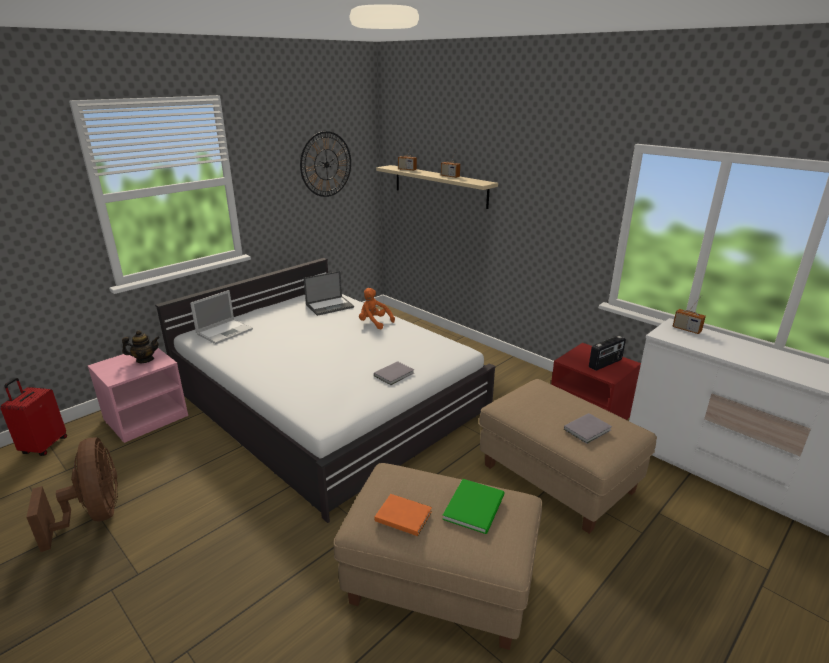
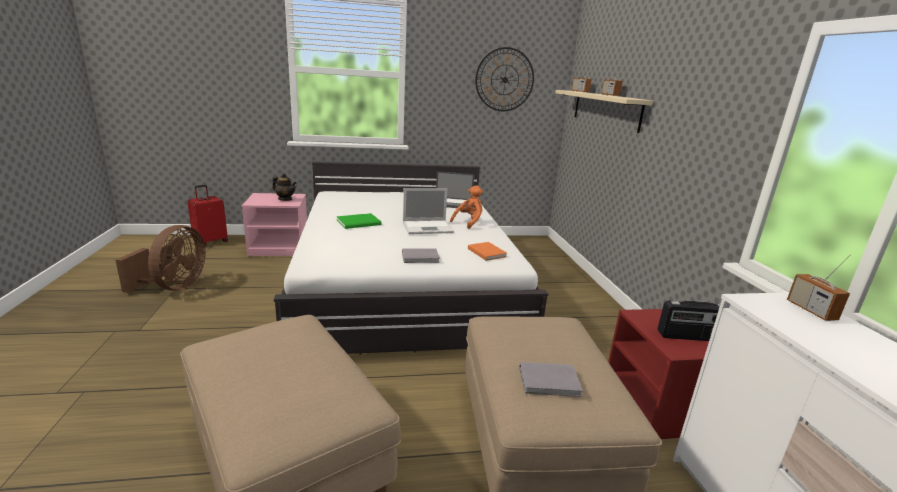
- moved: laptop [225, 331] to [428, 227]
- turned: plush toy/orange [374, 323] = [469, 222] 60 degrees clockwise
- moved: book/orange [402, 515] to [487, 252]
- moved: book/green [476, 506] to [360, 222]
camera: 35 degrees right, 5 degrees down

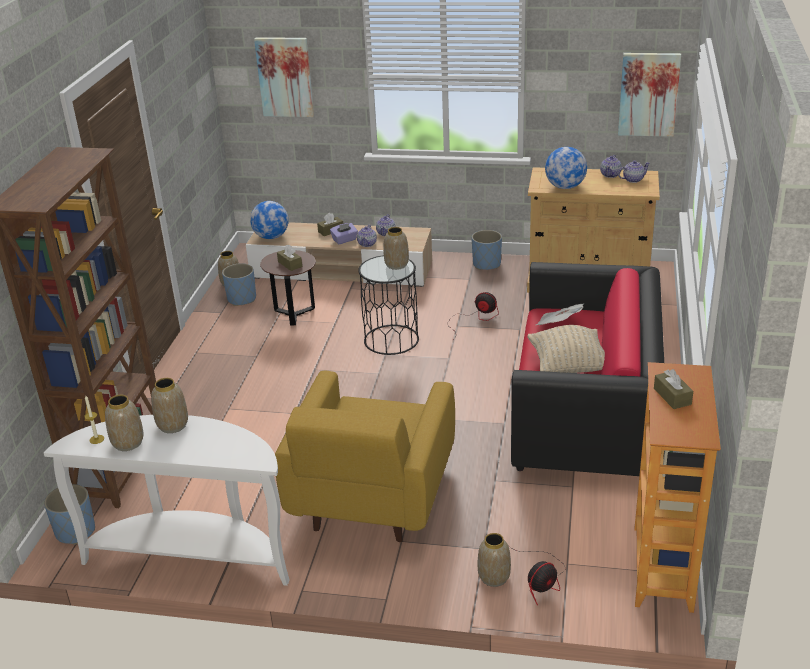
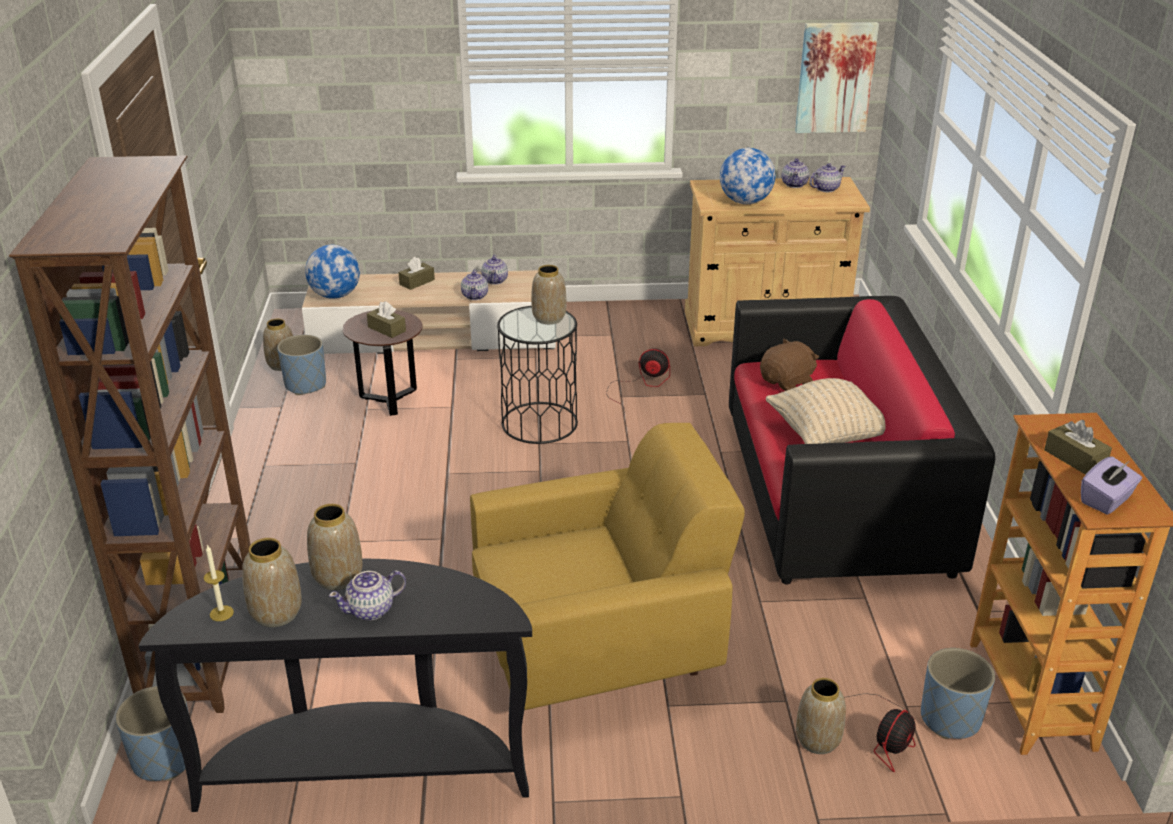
- recoloured: console table/white [193, 554] to console table/black [366, 769]
- removed: picture [285, 77]
- turned: armchair/yellow [371, 497] = [599, 646] 105 degrees counterclockwise
- moved: tissue box/purple [344, 240] to [1106, 500]
- moved: planter/blue [486, 264] to [950, 719]
- replaced: newspaper [559, 325] to plush toy/brown [787, 382]
- added: teapot [371, 610]
camera: 15 degrees left, 0 degrees up

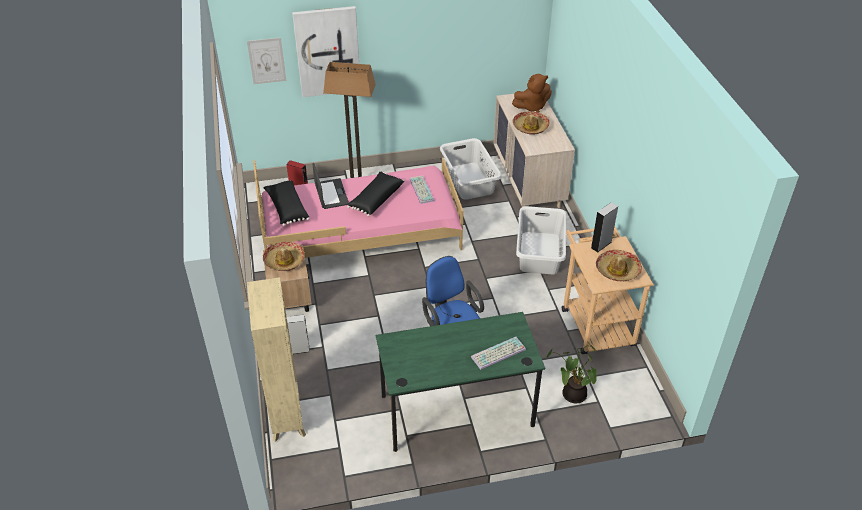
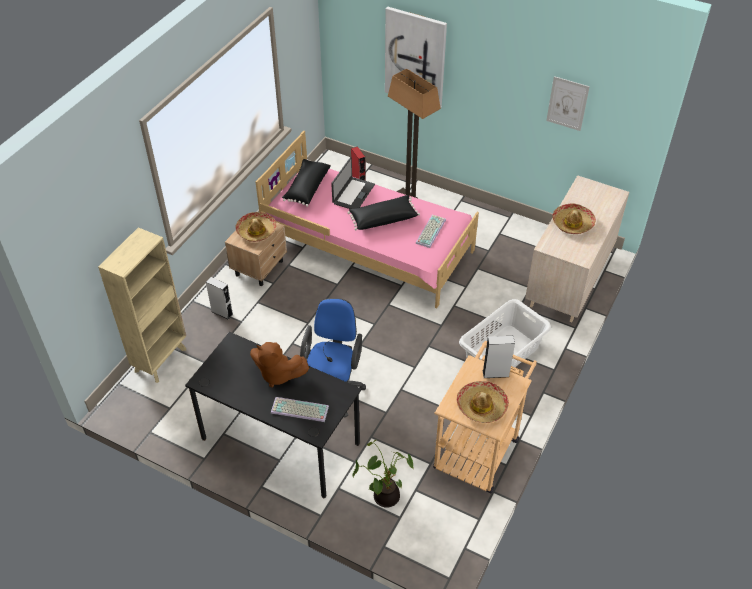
- moved: picture [267, 61] to [567, 103]
- recoloured: desk/green [456, 410] to desk/black [280, 441]
- removed: laundry basket/white [469, 180]
- moved: plush toy/brown [532, 107] to [278, 374]
camera: 40 degrees right, 5 degrees up

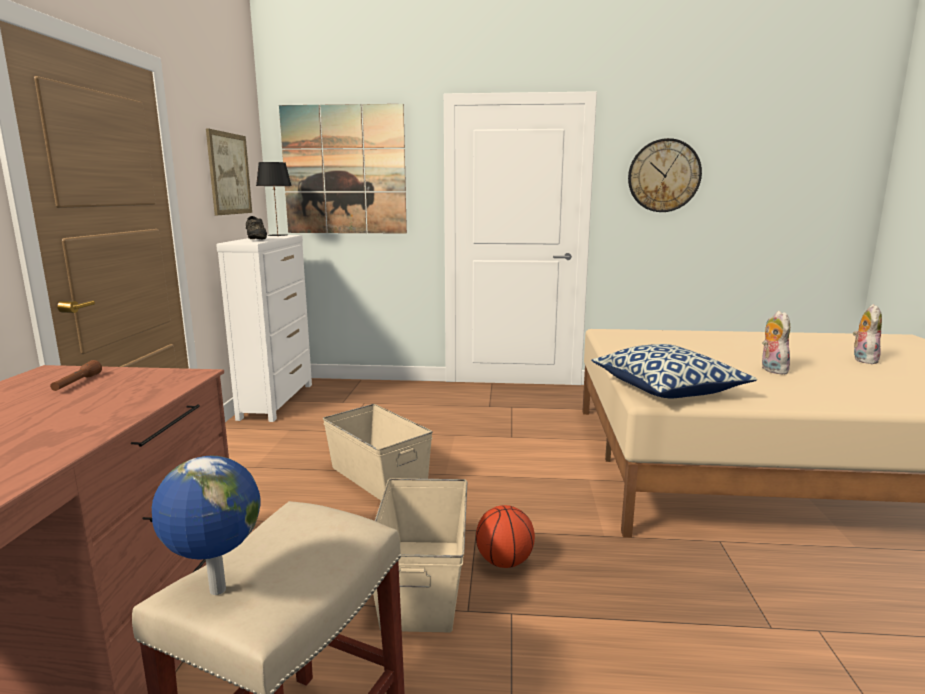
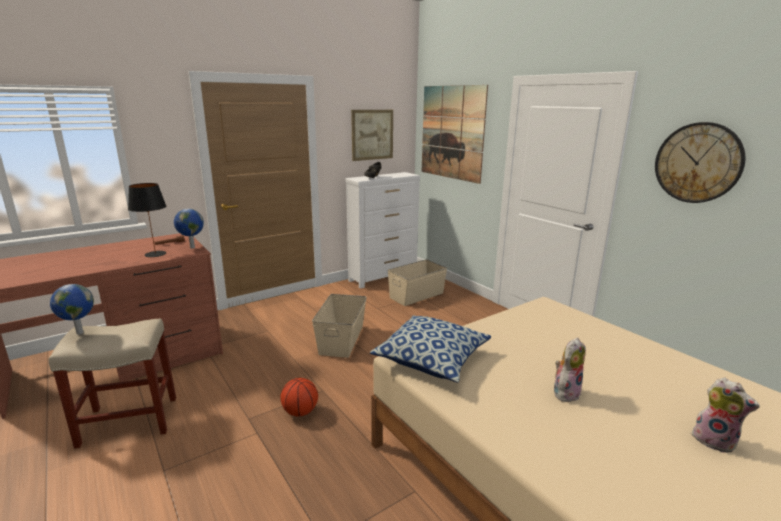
- moved: table lamp/black [277, 235] to [155, 254]
- moved: storage box/beige [424, 581] to [417, 295]
- turned: plush toy [862, 360] = [715, 441] 60 degrees clockwise
- added: globe [191, 247]
camera: 50 degrees right, 5 degrees up

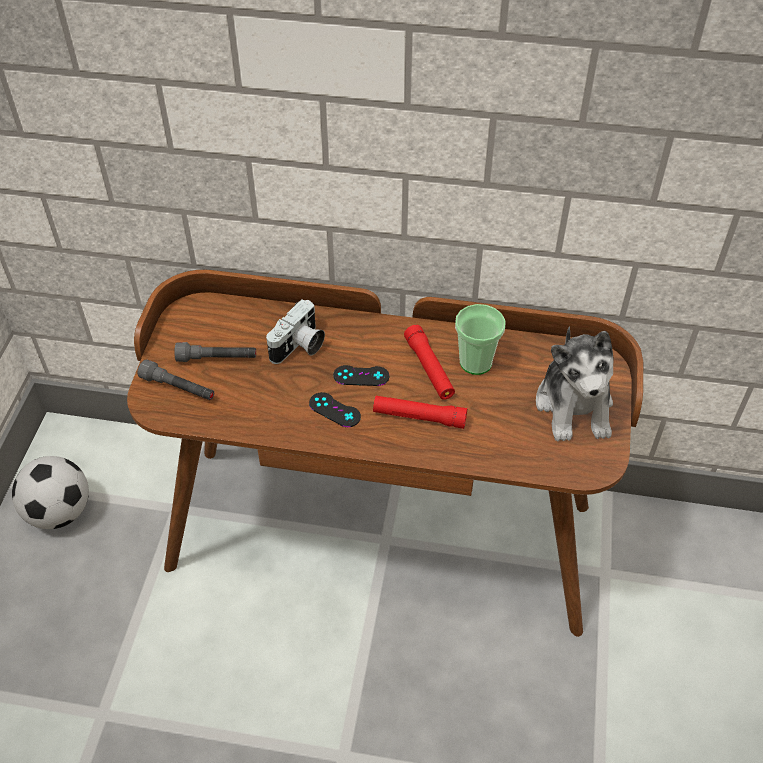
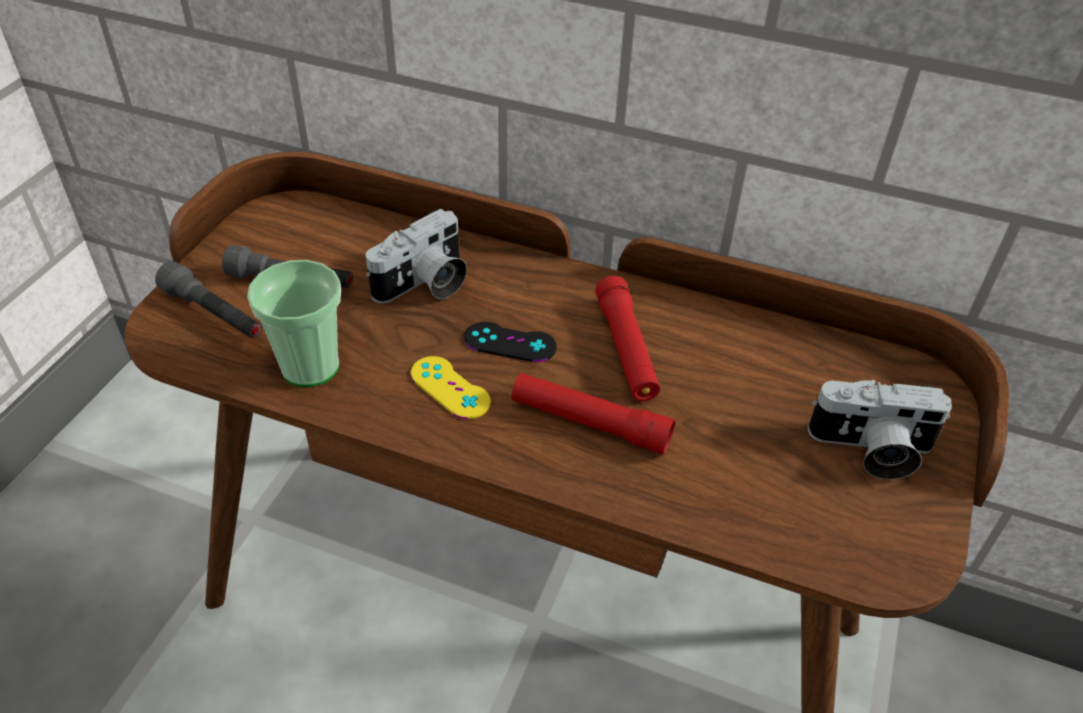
- removed: football [59, 512]
- recoloured: game controller/black [334, 410] to game controller/yellow [450, 388]
- moved: cup [475, 362] to [310, 366]
- replaced: plush toy [574, 406] to photo camera [870, 450]
camera: 10 degrees right, 5 degrees down

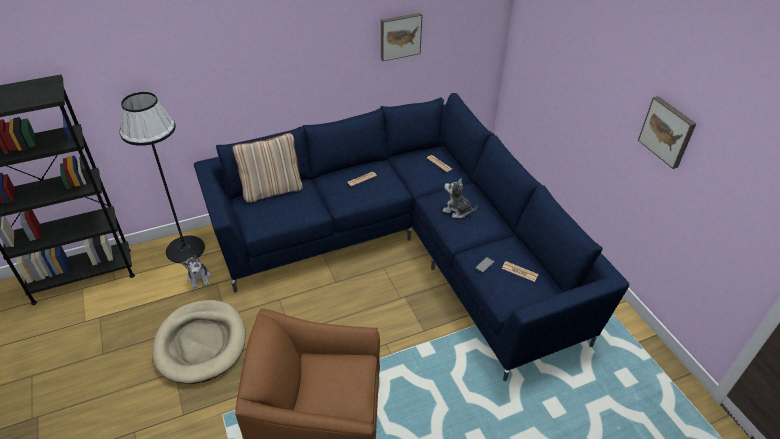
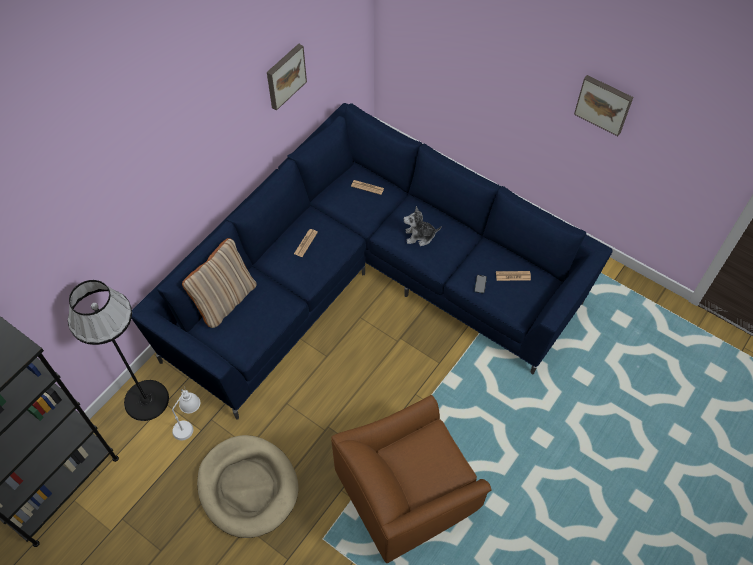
- replaced: plush toy [199, 278] to table lamp/white [189, 423]
camera: 30 degrees left, 15 degrees up

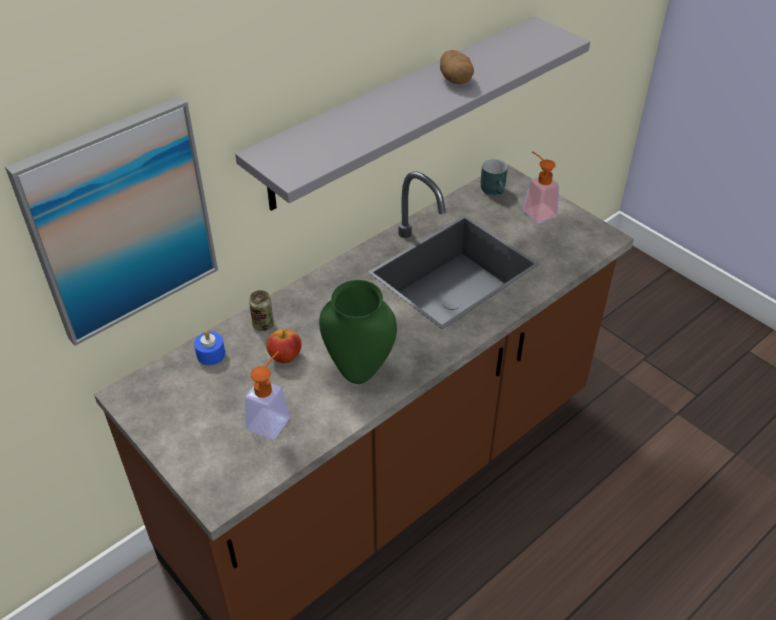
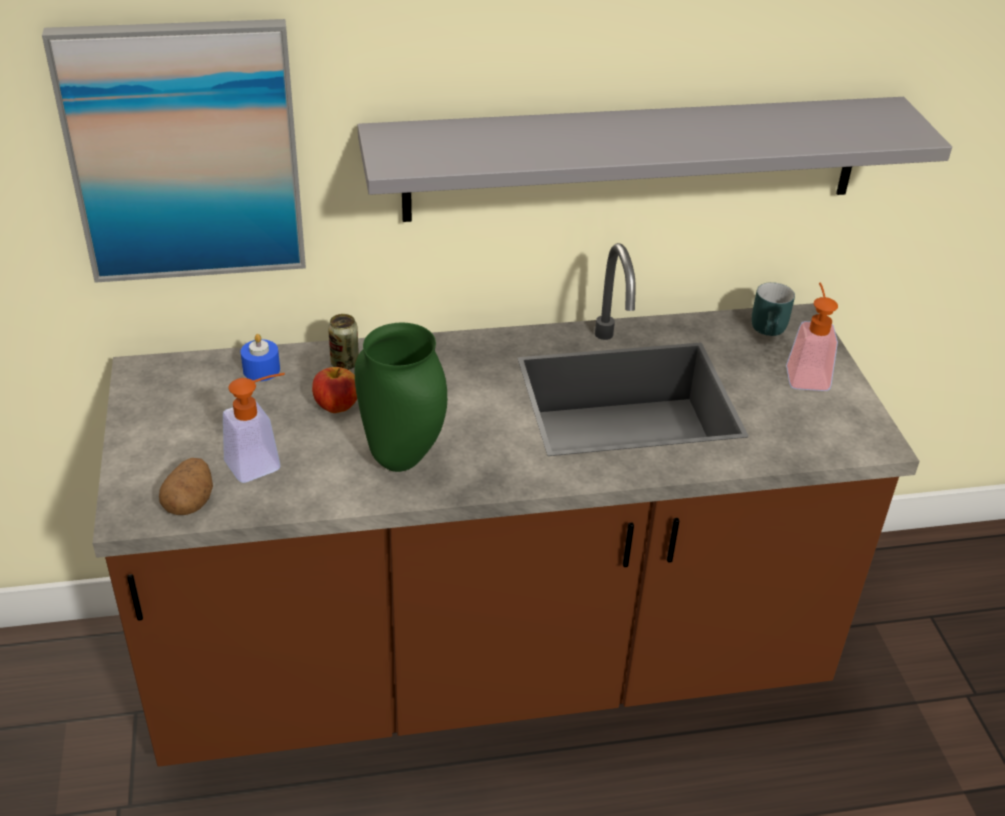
- moved: potato [455, 79] to [190, 502]
camera: 30 degrees right, 5 degrees down

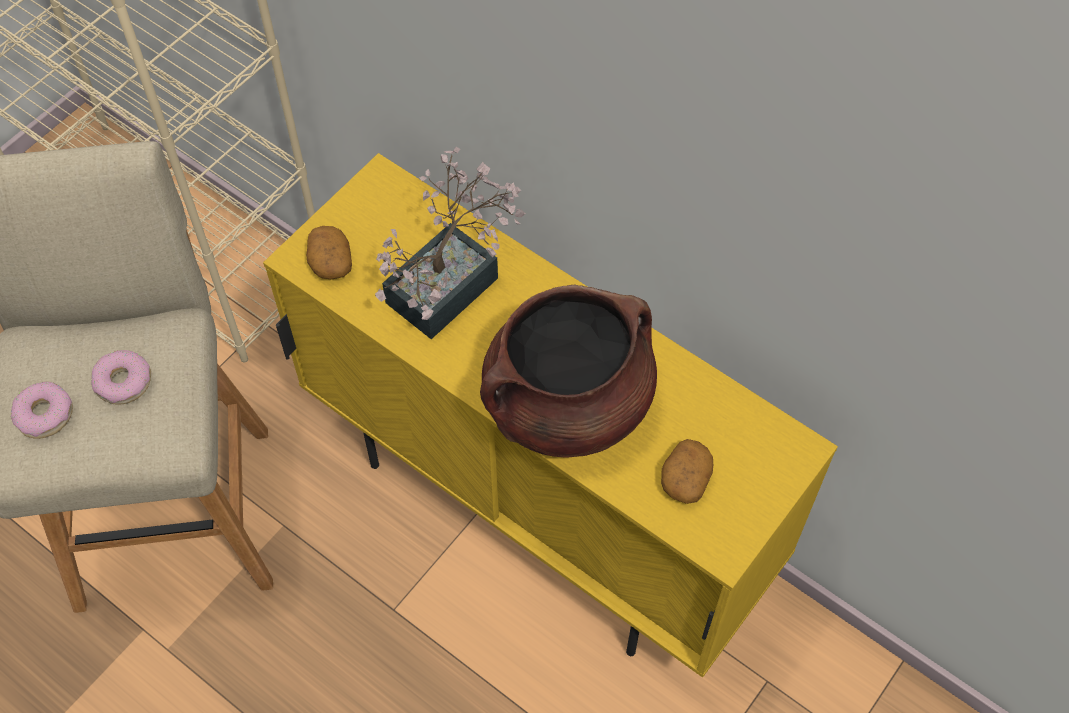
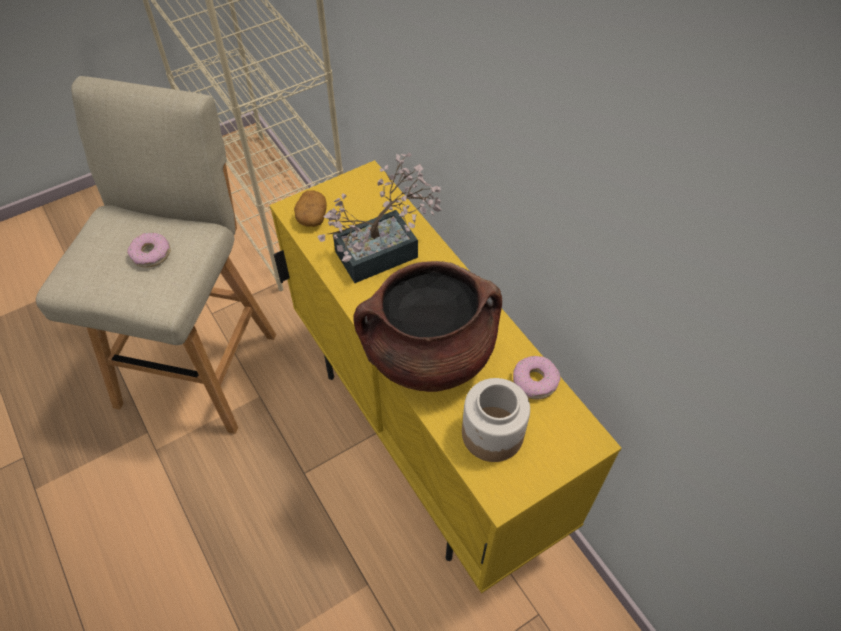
- moved: donut [45, 415] to [535, 381]
- replaced: potato [685, 479] to jar [493, 434]
camera: 20 degrees right, 5 degrees down

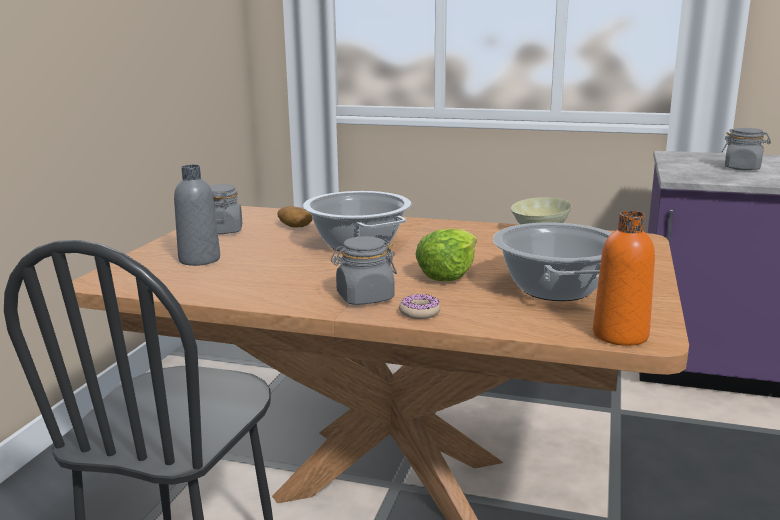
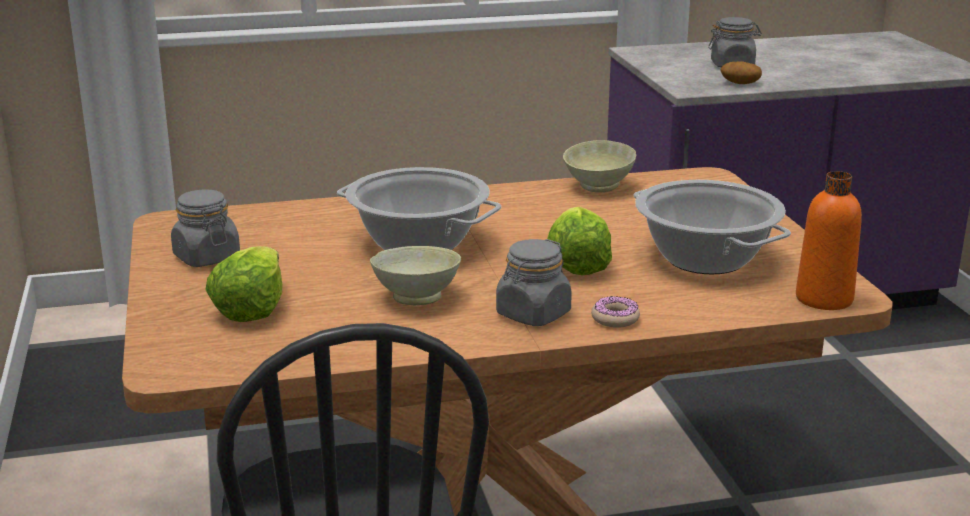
- replaced: bottle/grey [199, 259] to lettuce [250, 308]
- moved: potato [294, 226] to [740, 83]
- added: bowl/beige [418, 297]
camera: 30 degrees left, 5 degrees up

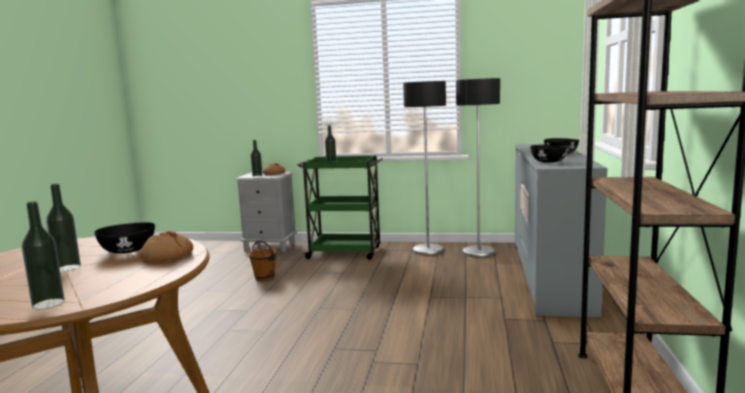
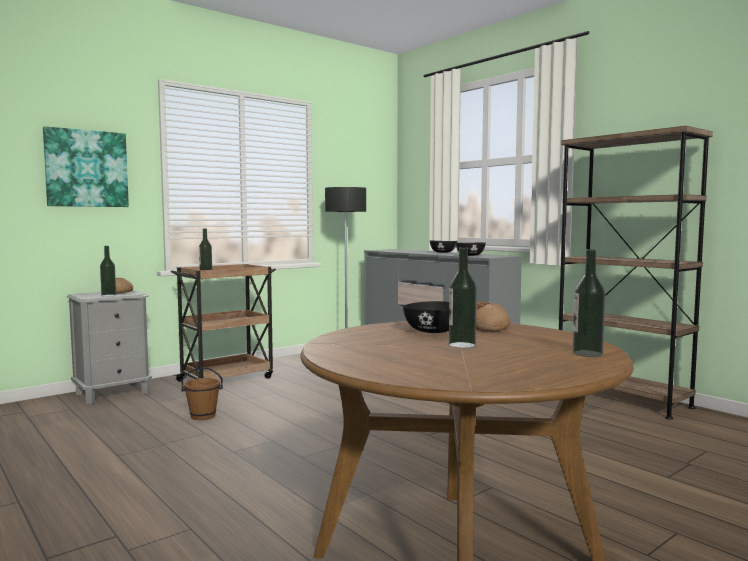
- recoloured: cart/green [345, 253] to cart/brown [227, 379]
- removed: floor lamp [428, 250]
- added: picture [86, 168]
camera: 50 degrees left, 5 degrees down

